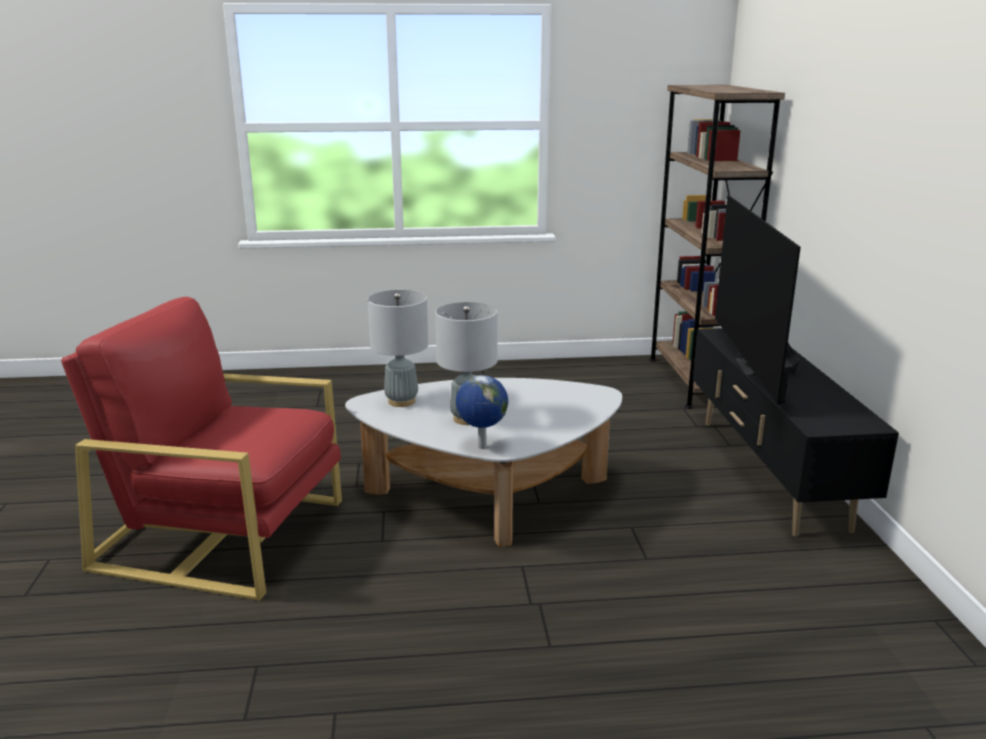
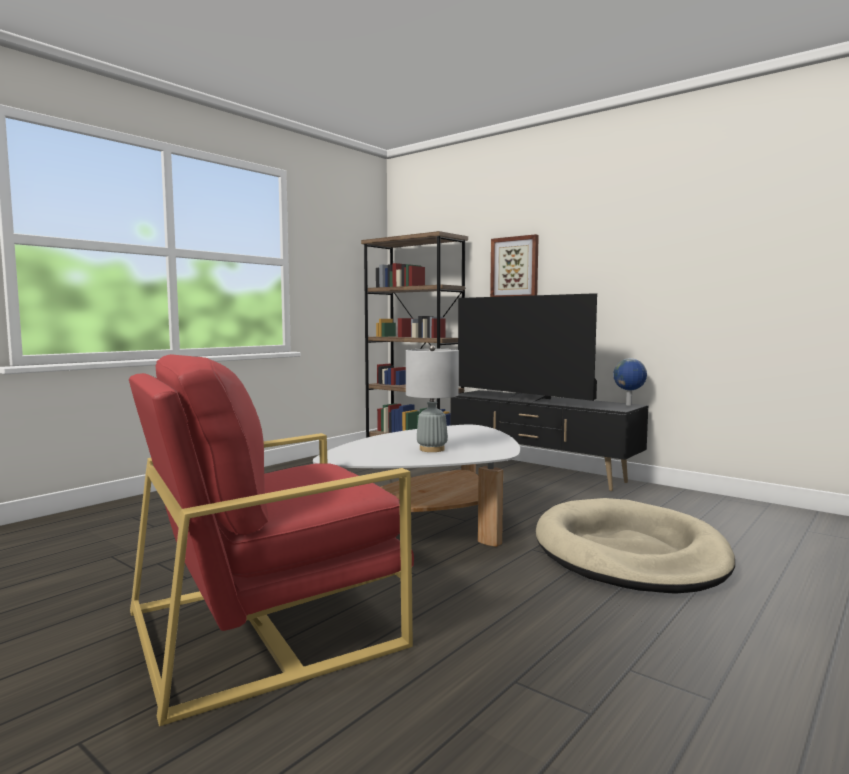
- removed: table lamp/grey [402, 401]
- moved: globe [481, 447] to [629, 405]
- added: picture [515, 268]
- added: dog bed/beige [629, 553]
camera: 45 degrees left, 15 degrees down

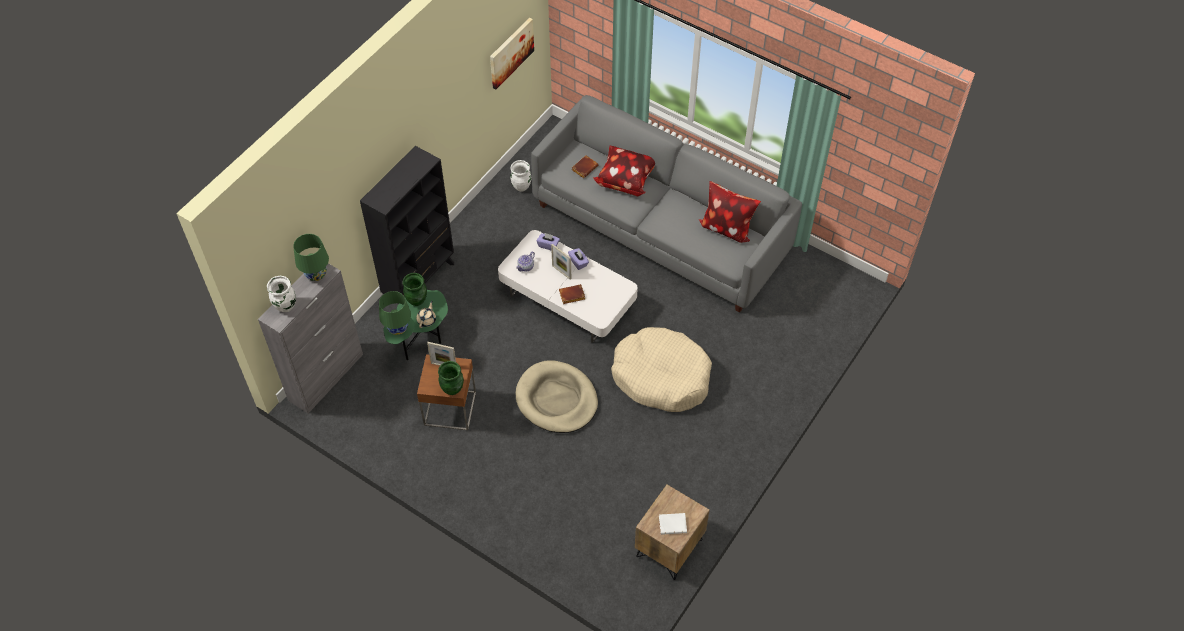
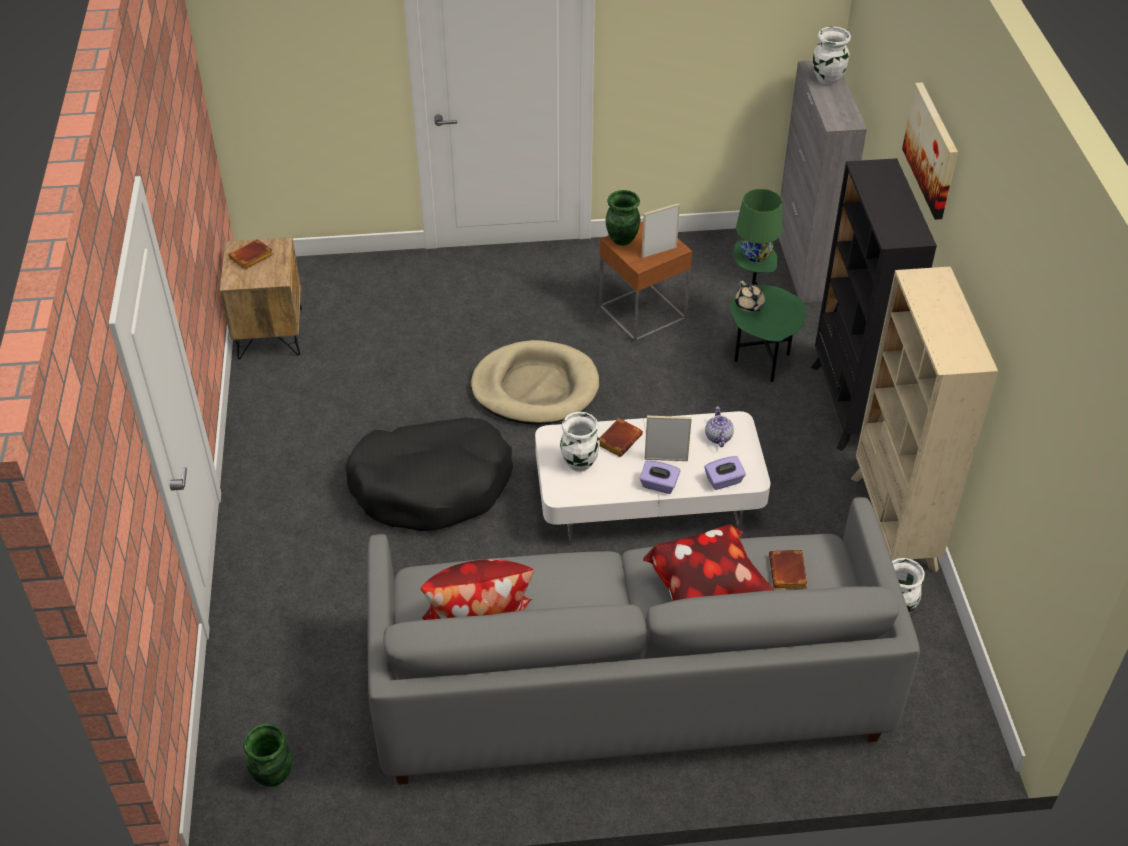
- removed: table lamp/green [316, 274]
- moved: vase/green [417, 300] to [273, 776]
- moved: picture [511, 52] to [932, 150]
- recoloured: dog bed/beige [661, 376] to dog bed/black [432, 485]
- recoloured: book/white [673, 524] to book/brown [251, 258]
- added: vase/white [579, 464]
- added: bookcase/beige [893, 523]
camera: 140 degrees right, 10 degrees down

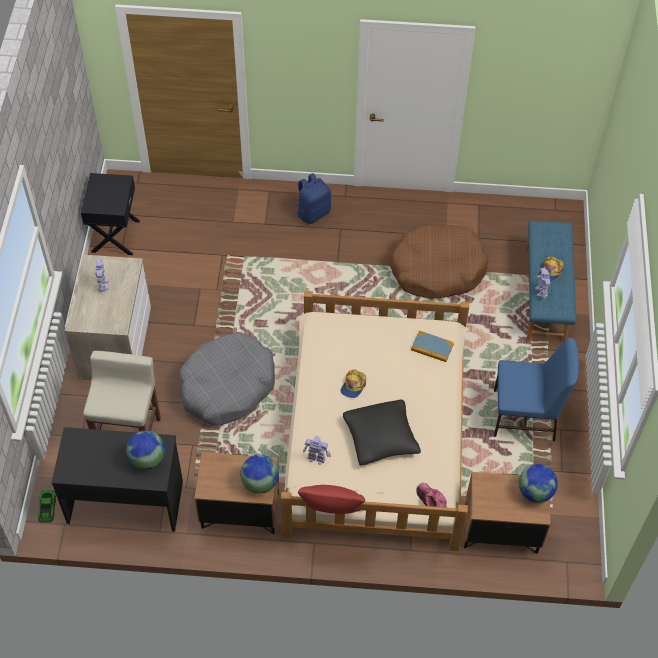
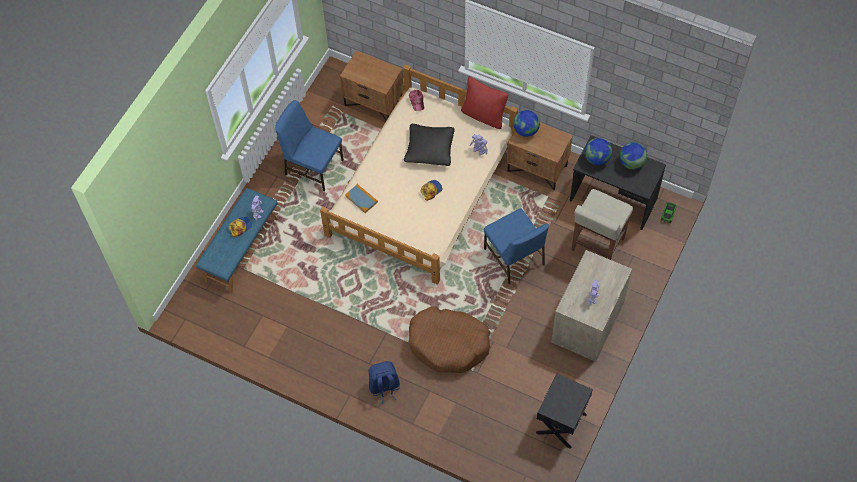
- replaced: dog bed/grey [227, 386] to chair/blue [514, 258]
- moved: dog bed/brown [437, 269] to [448, 344]
- moved: globe [535, 492] to [631, 163]
camera: 155 degrees left, 5 degrees up

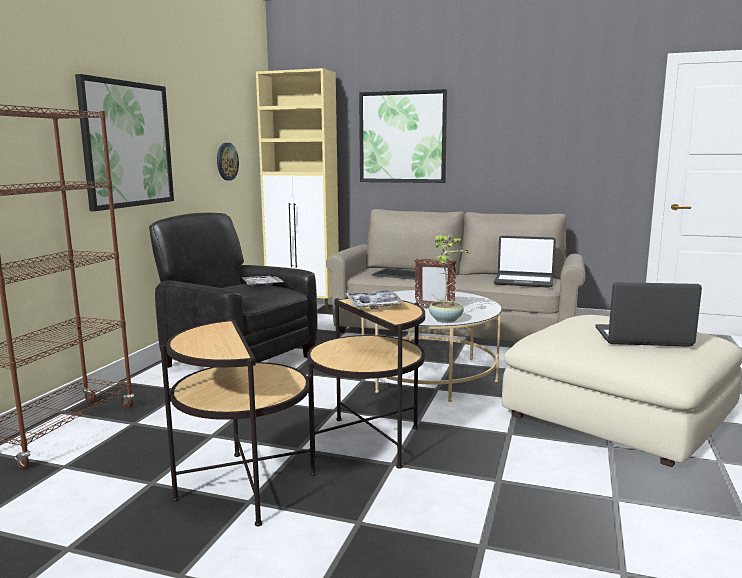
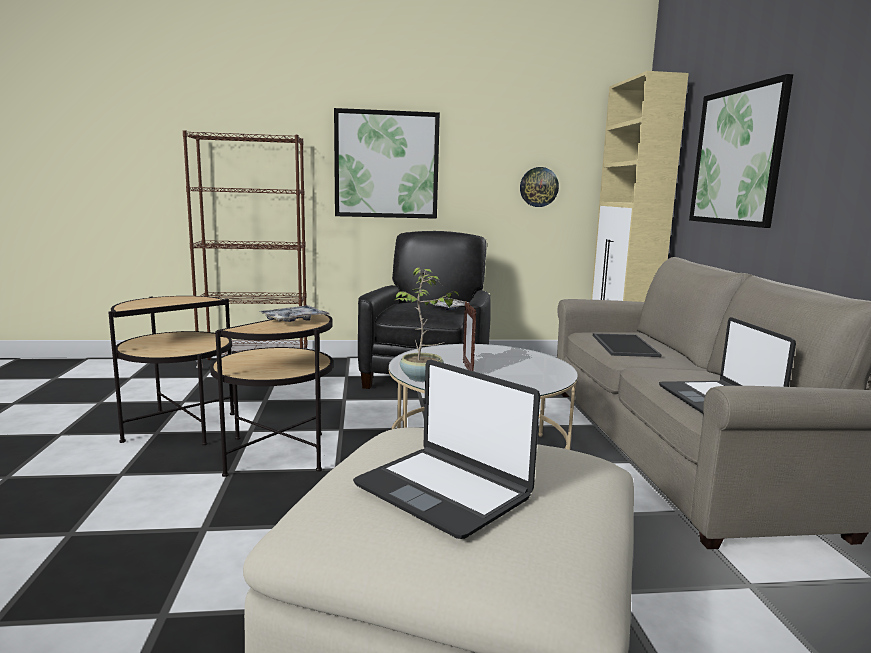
- turned: laptop [642, 338] = [443, 491] 150 degrees clockwise
camera: 65 degrees right, 0 degrees up

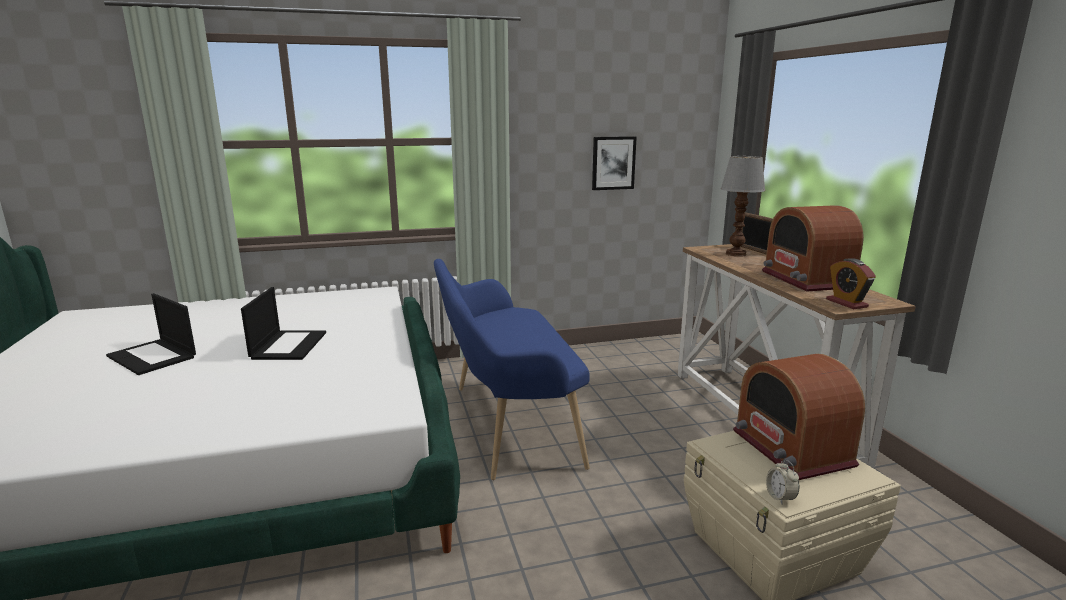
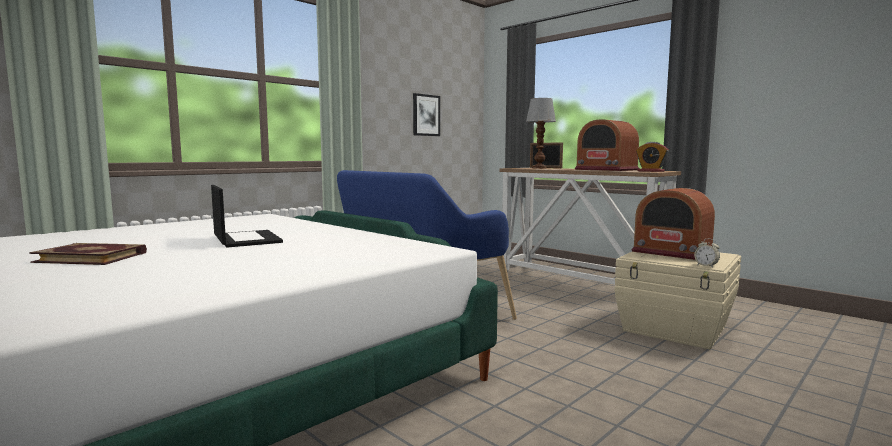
- replaced: laptop [153, 357] to book [92, 257]
camera: 30 degrees left, 10 degrees down

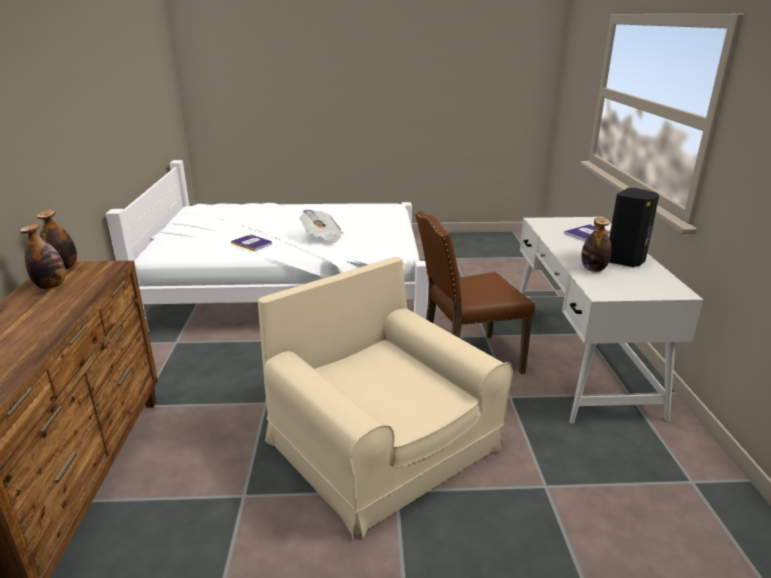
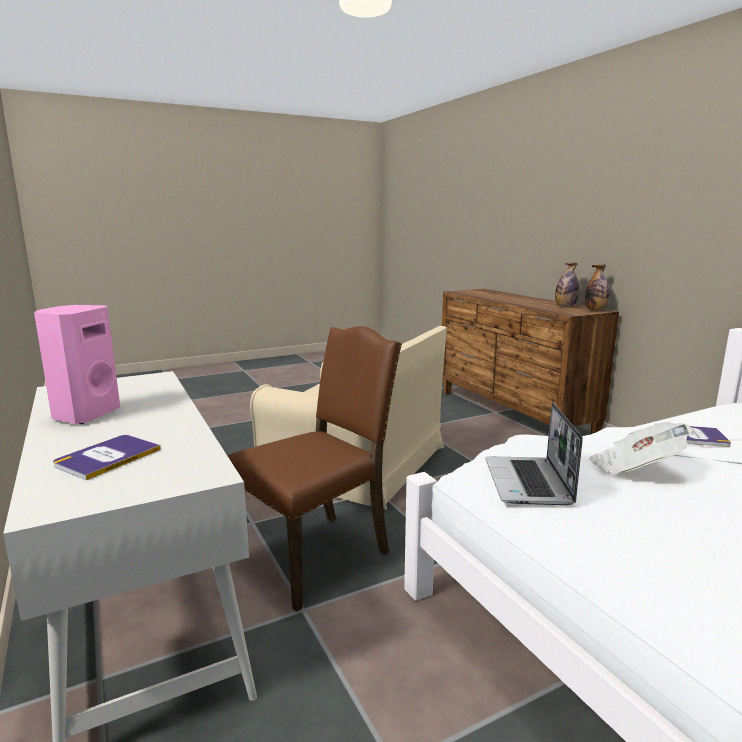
- removed: bottle [593, 269]
- recoloured: speaker/black [626, 261] to speaker/pink [85, 414]
- added: laptop [529, 483]
camera: 155 degrees right, 10 degrees down

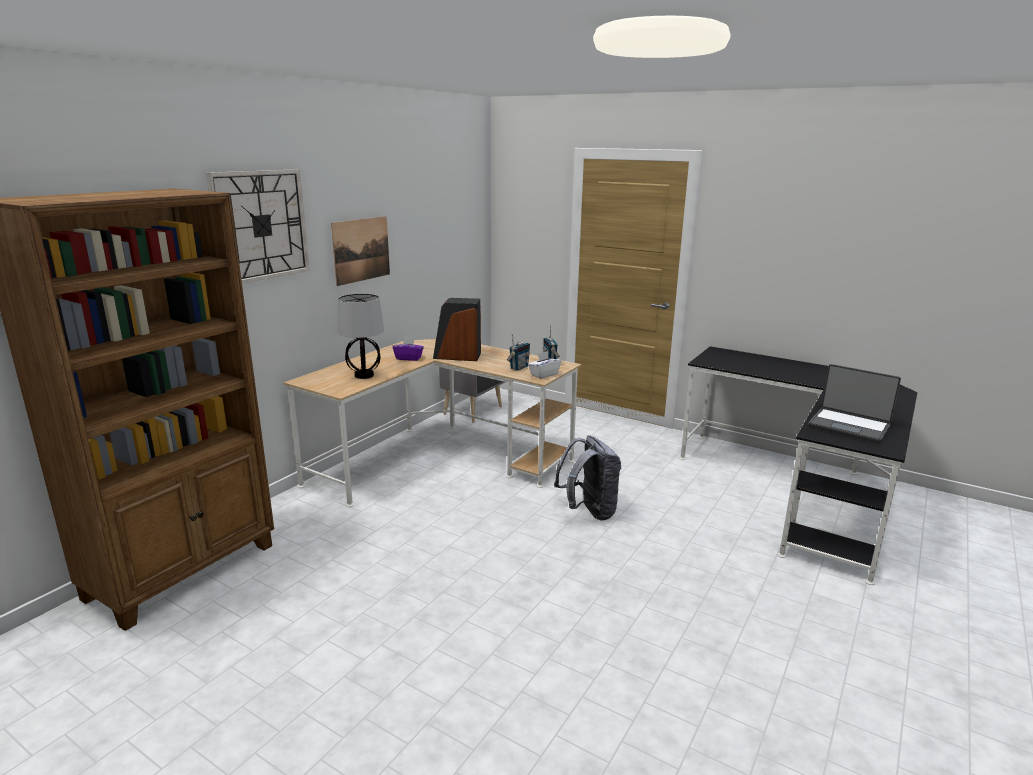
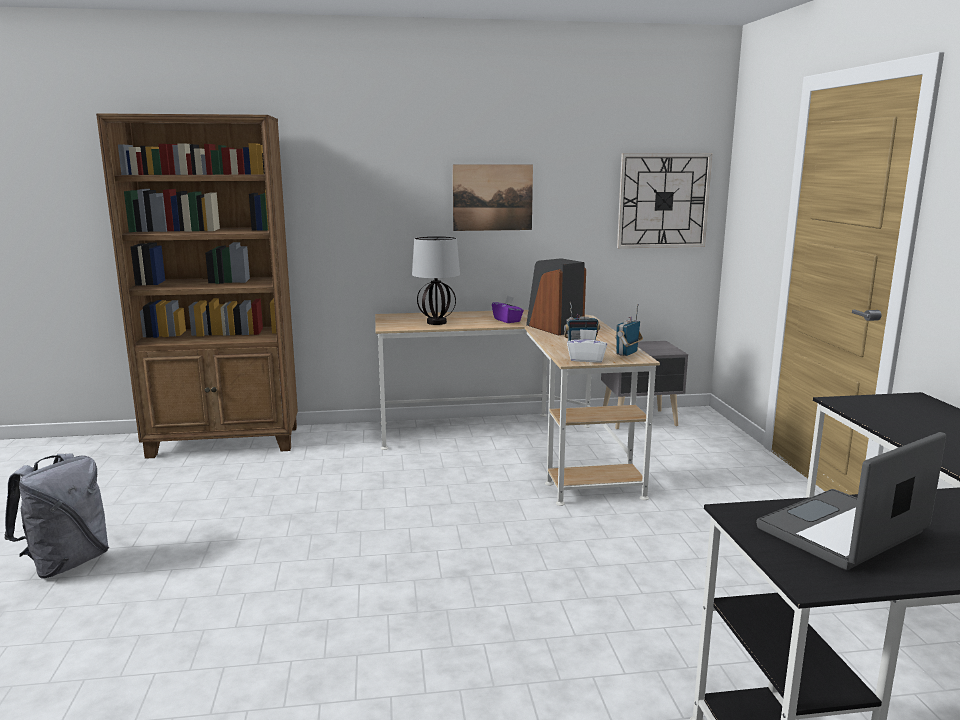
- moved: wall clock [260, 225] to [663, 201]
- moved: backpack/grey [589, 511] to [67, 563]
- turned: laptop [849, 426] = [844, 532] 60 degrees clockwise
camera: 50 degrees right, 5 degrees down

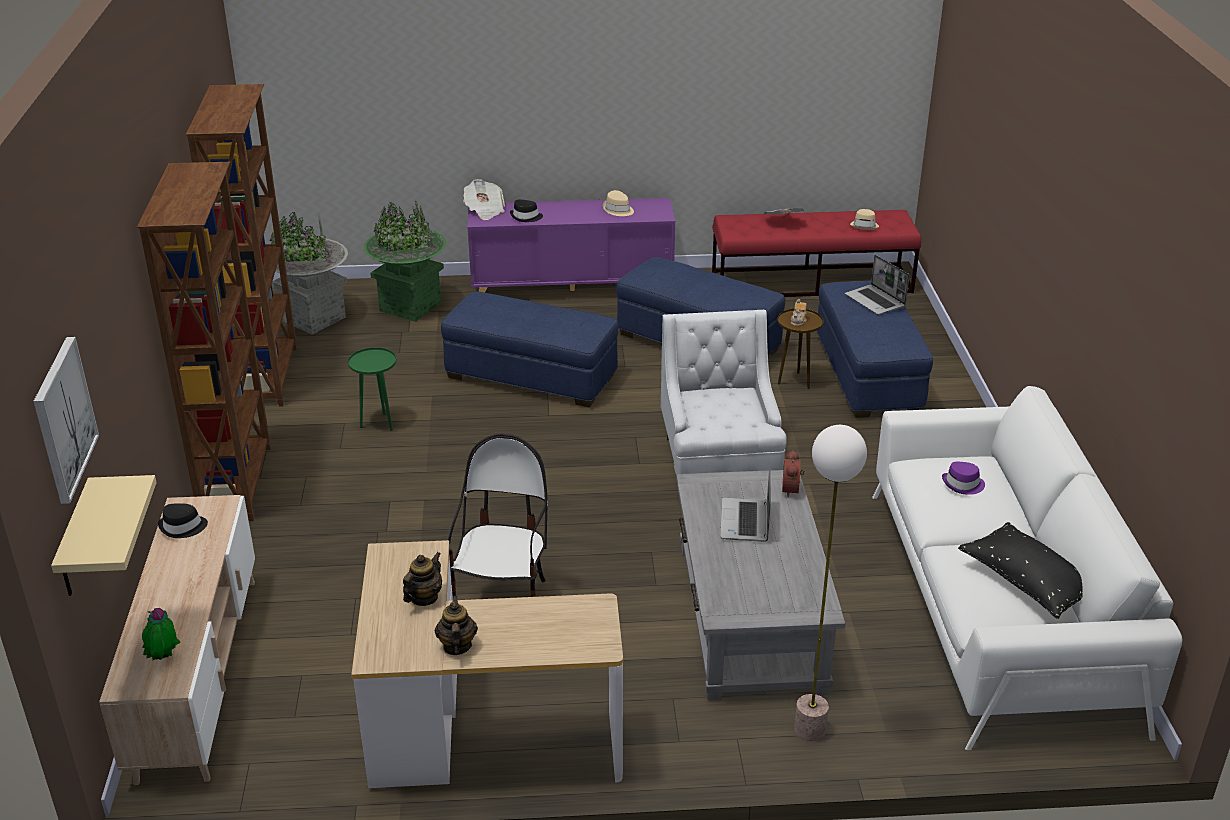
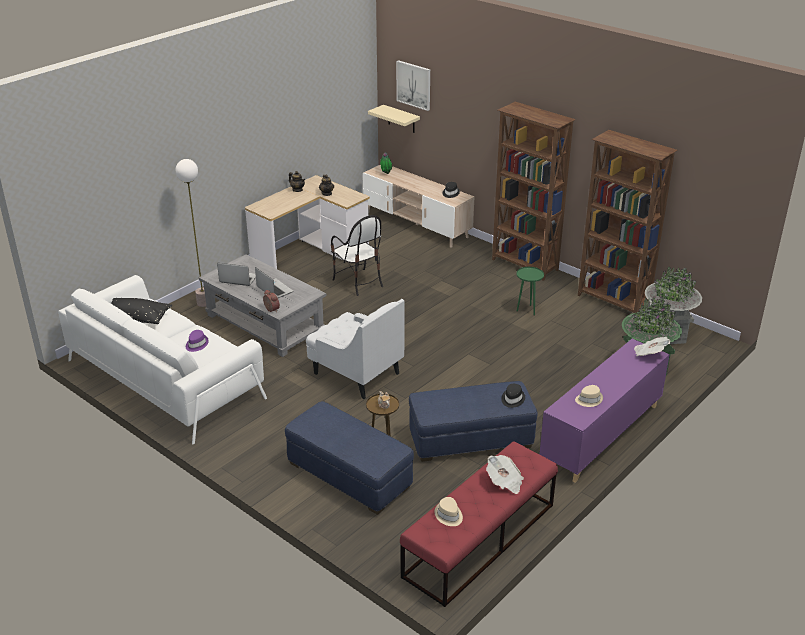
- removed: ottoman/blue [531, 376]
- moved: hat/black [526, 217] to [512, 399]
- moved: laptop [876, 301] to [238, 279]
camera: 135 degrees right, 0 degrees up

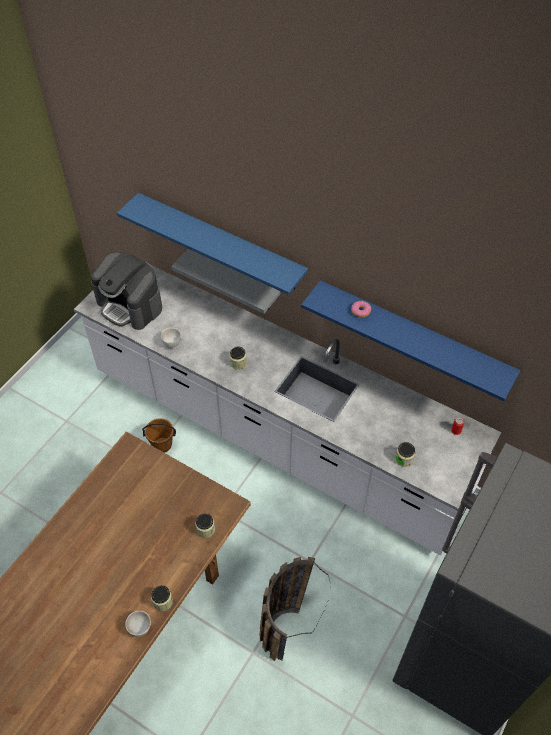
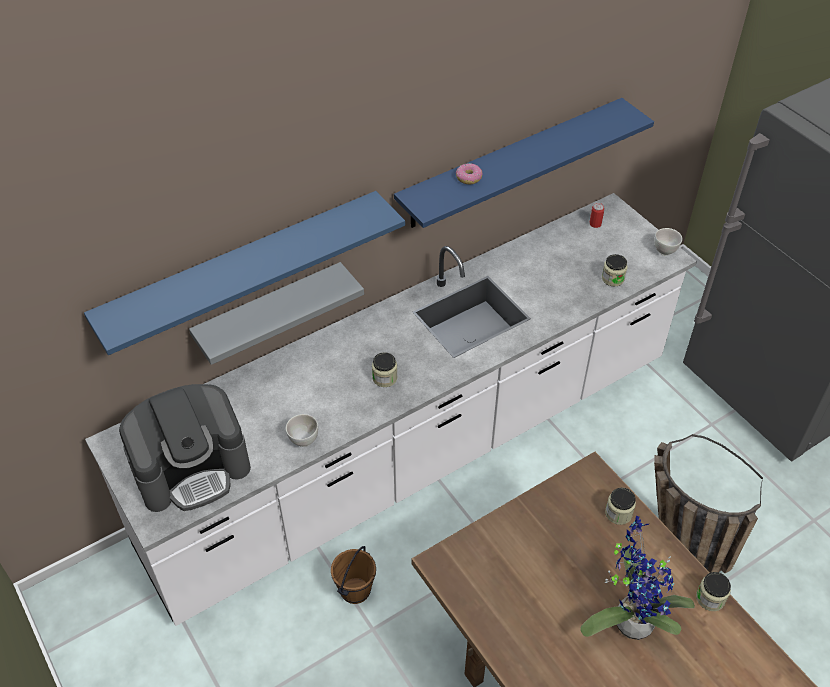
- moved: bowl/white [140, 628] to [665, 251]
- added: potted plant [630, 619]
camera: 65 degrees left, 5 degrees down

